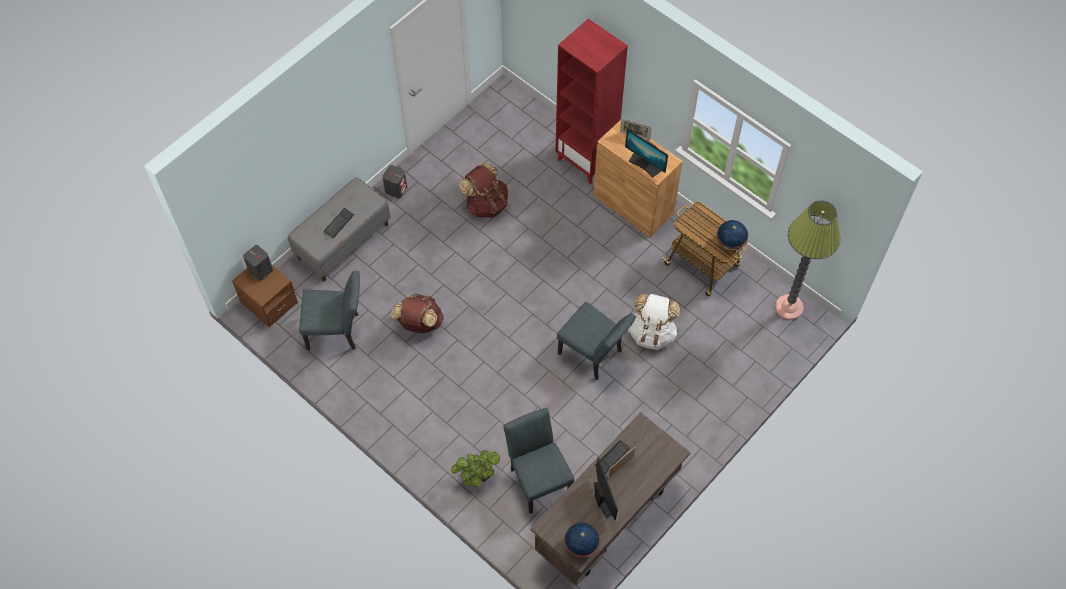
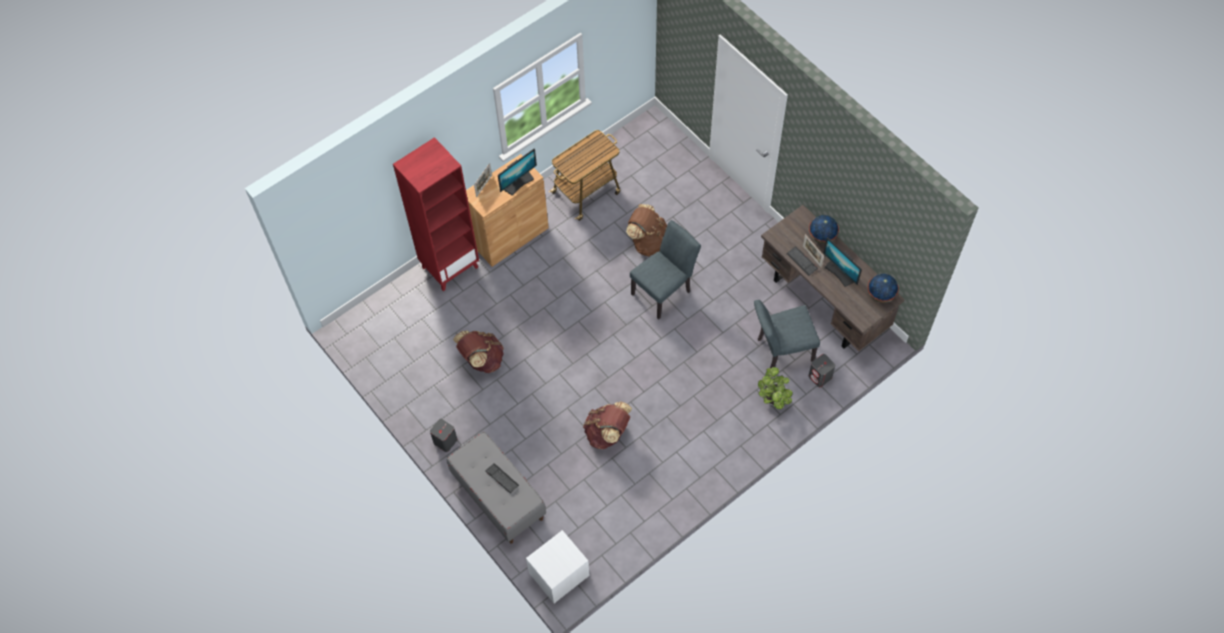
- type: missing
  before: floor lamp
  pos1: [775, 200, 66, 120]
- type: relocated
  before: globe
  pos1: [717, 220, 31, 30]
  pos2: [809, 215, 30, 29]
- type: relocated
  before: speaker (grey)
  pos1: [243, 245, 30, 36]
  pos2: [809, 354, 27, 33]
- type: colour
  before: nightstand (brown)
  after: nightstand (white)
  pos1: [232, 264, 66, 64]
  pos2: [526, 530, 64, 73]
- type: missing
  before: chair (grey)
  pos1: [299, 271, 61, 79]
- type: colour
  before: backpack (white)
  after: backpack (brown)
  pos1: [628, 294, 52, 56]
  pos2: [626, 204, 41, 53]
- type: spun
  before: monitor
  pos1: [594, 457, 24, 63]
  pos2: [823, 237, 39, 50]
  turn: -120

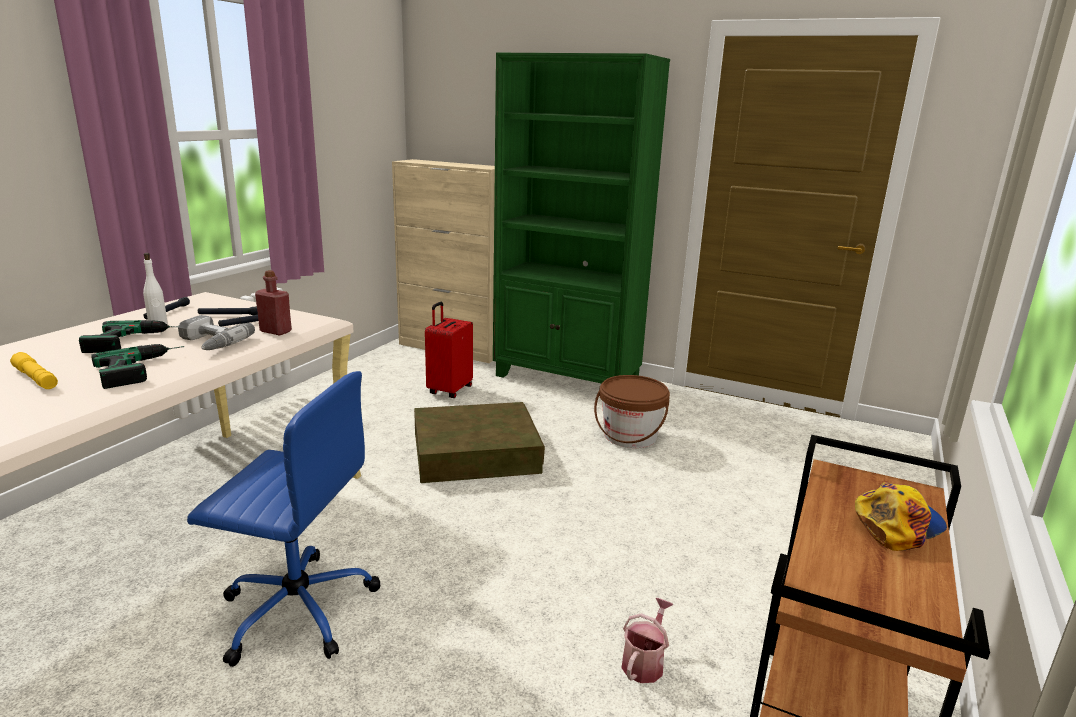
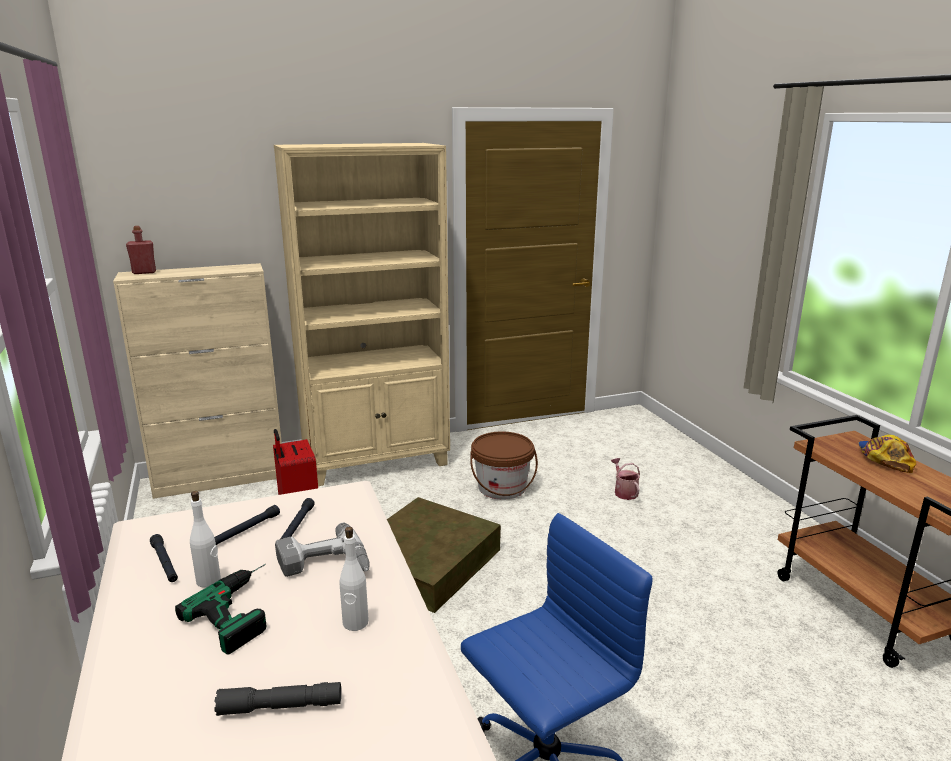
- type: colour
  before: bookcase (green)
  after: bookcase (beige)
  pos1: [493, 53, 177, 331]
  pos2: [274, 143, 176, 343]
- type: relocated
  before: bottle (red)
  pos1: [255, 270, 37, 65]
  pos2: [126, 226, 30, 48]
- type: exchanged
  before: power drill
  after: bottle (white)
  pos1: [91, 344, 94, 45]
  pos2: [339, 527, 30, 104]
- type: colour
  before: flashlight (yellow)
  after: flashlight (grey)
  pos1: [10, 352, 48, 37]
  pos2: [214, 682, 127, 34]
- type: relocated
  before: watering can
  pos1: [622, 598, 51, 85]
  pos2: [611, 458, 29, 42]

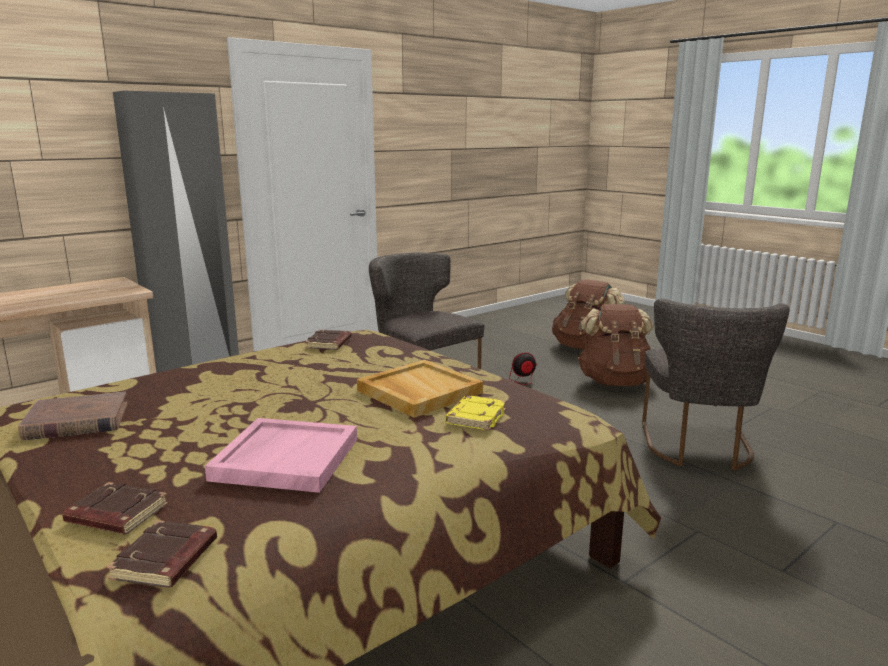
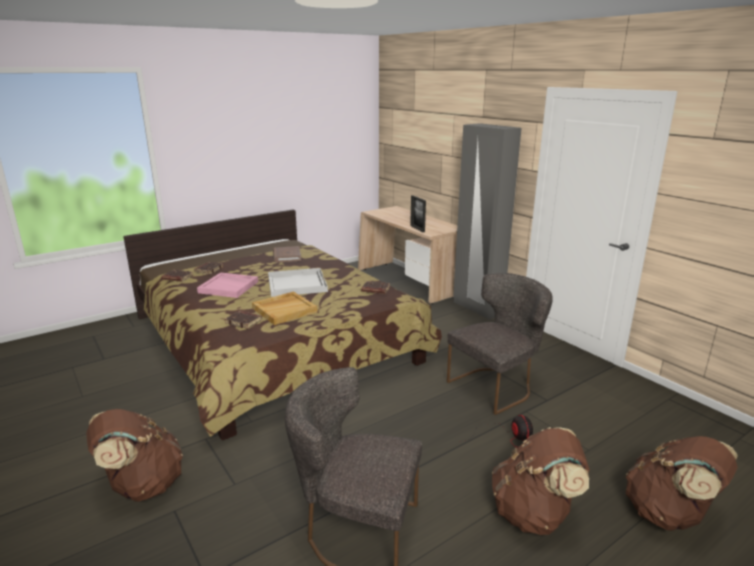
- type: colour
  before: book (yellow)
  after: book (brown)
  pos1: [445, 395, 61, 36]
  pos2: [225, 311, 37, 18]
- type: appeared
  after: picture frame
  pos2: [410, 195, 16, 37]
- type: appeared
  after: tray (white)
  pos2: [268, 268, 60, 29]
- type: appeared
  after: backpack (brown)
  pos2: [86, 409, 97, 93]

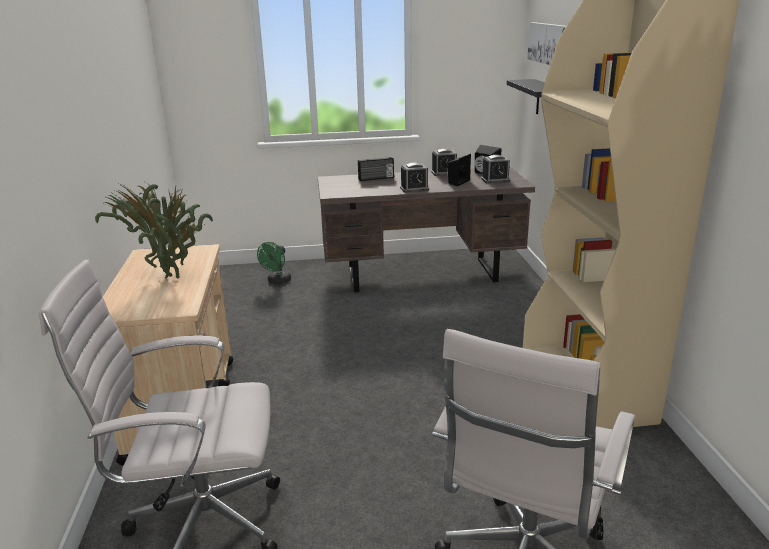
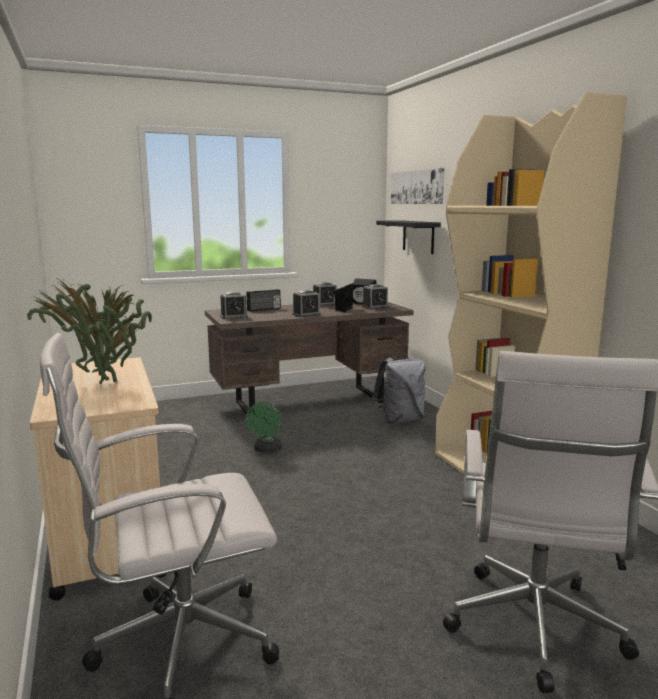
- type: relocated
  before: fan (green)
  pos1: [257, 242, 34, 42]
  pos2: [246, 402, 36, 51]
- type: appeared
  after: alarm clock
  pos2: [220, 292, 28, 27]
- type: appeared
  after: backpack (grey)
  pos2: [373, 355, 53, 69]

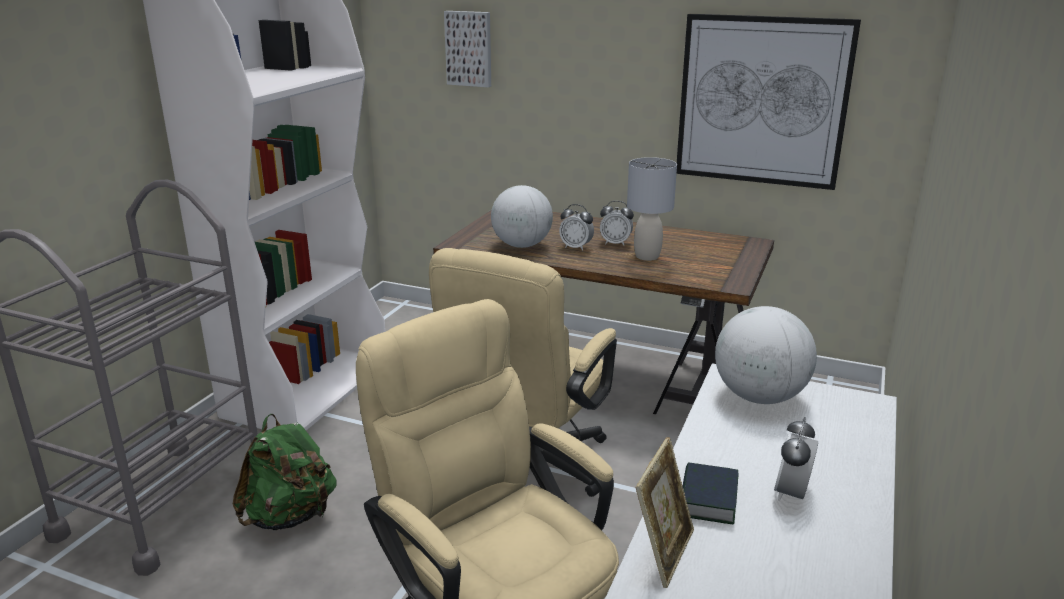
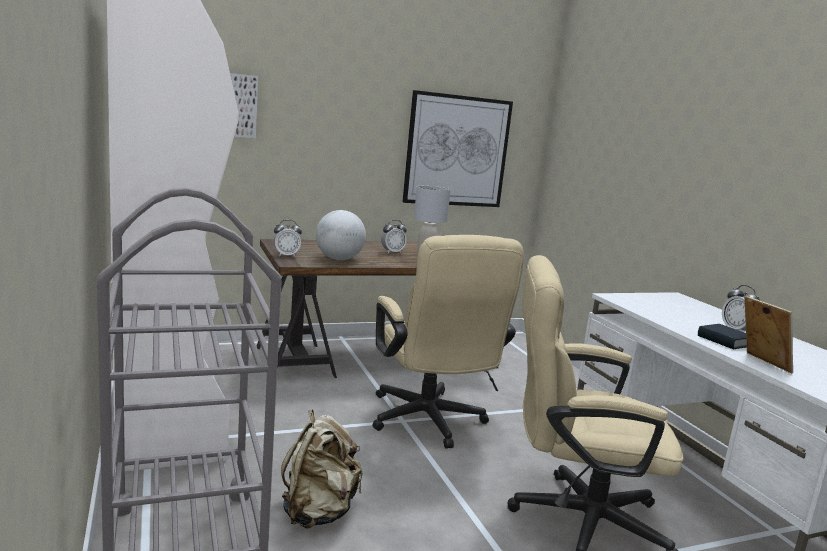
- type: relocated
  before: alarm clock
  pos1: [559, 204, 35, 47]
  pos2: [274, 220, 28, 37]
- type: missing
  before: globe
  pos1: [715, 306, 102, 98]
- type: colour
  before: backpack (green)
  after: backpack (beige)
  pos1: [233, 414, 104, 116]
  pos2: [281, 409, 82, 119]

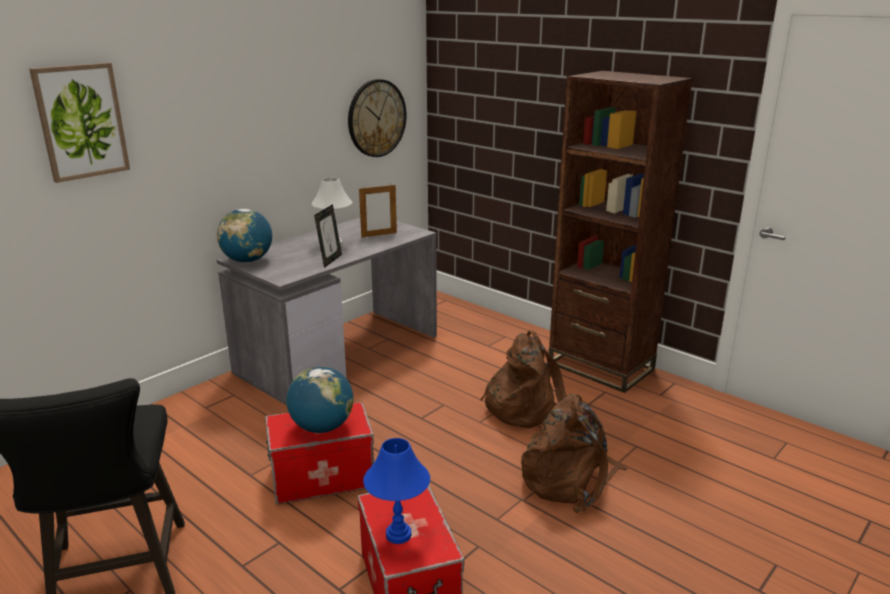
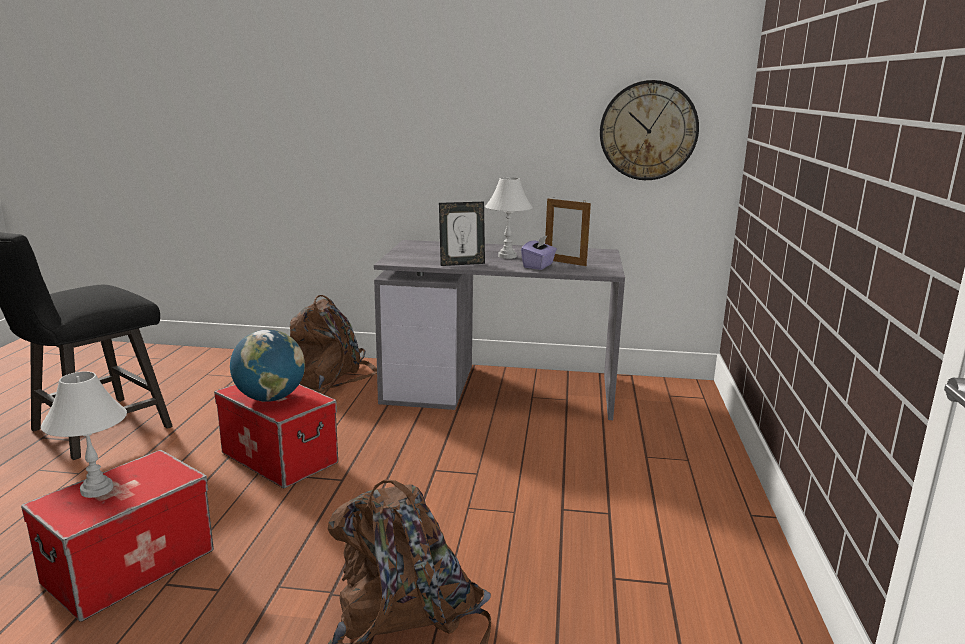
- type: missing
  before: picture
  pos1: [29, 63, 101, 120]
- type: missing
  before: bookcase (brown)
  pos1: [548, 71, 145, 322]
- type: missing
  before: globe
  pos1: [217, 209, 55, 54]
- type: relocated
  before: backpack (brown)
  pos1: [480, 330, 86, 98]
  pos2: [290, 295, 87, 98]
- type: colour
  before: table lamp (blue)
  after: table lamp (white)
  pos1: [363, 438, 67, 106]
  pos2: [41, 371, 86, 127]
- type: appeared
  after: tissue box (purple)
  pos2: [521, 236, 36, 34]

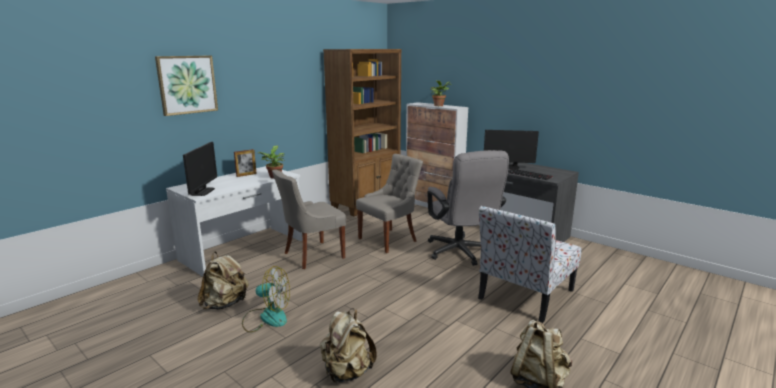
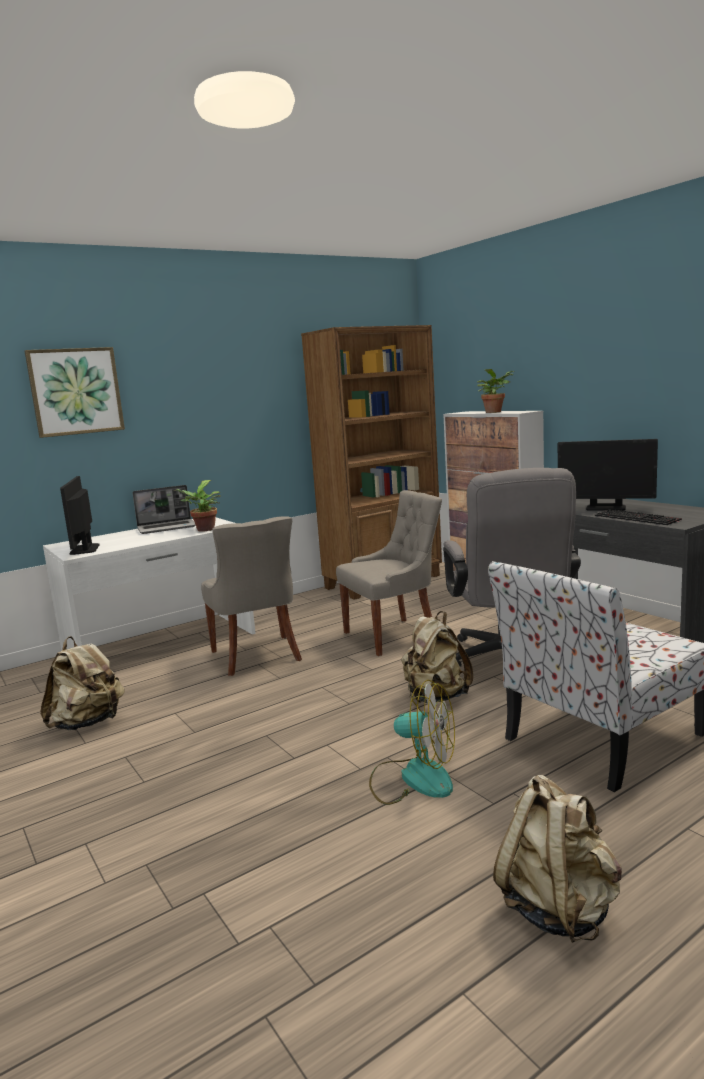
- type: spun
  before: monitor
  pos1: [183, 142, 34, 54]
  pos2: [60, 476, 40, 79]
  turn: 150
- type: exchanged
  before: picture frame
  after: laptop
  pos1: [234, 149, 23, 28]
  pos2: [132, 485, 64, 49]
- type: spun
  before: chair (grey)
  pos1: [272, 170, 74, 99]
  pos2: [201, 516, 101, 160]
  turn: -90
- type: relocated
  before: fan
  pos1: [242, 266, 48, 67]
  pos2: [369, 679, 86, 126]
- type: relocated
  before: backpack (beige)
  pos1: [320, 309, 57, 74]
  pos2: [401, 611, 72, 92]

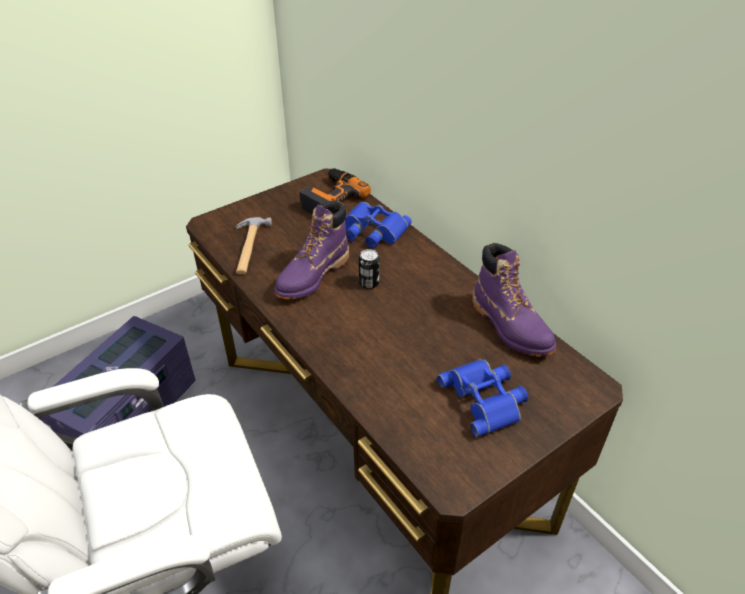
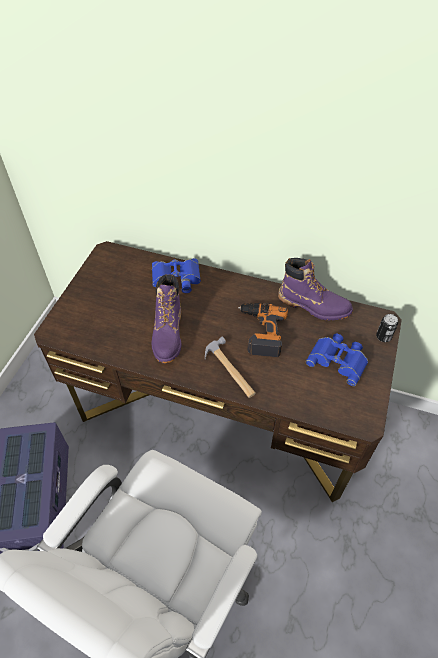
- type: relocated
  before: power drill
  pos1: [299, 168, 72, 47]
  pos2: [238, 303, 50, 54]
- type: relocated
  before: hammer
  pos1: [236, 217, 36, 57]
  pos2: [205, 337, 51, 61]
- type: relocated
  before: can
  pos1: [359, 249, 21, 40]
  pos2: [376, 314, 22, 28]

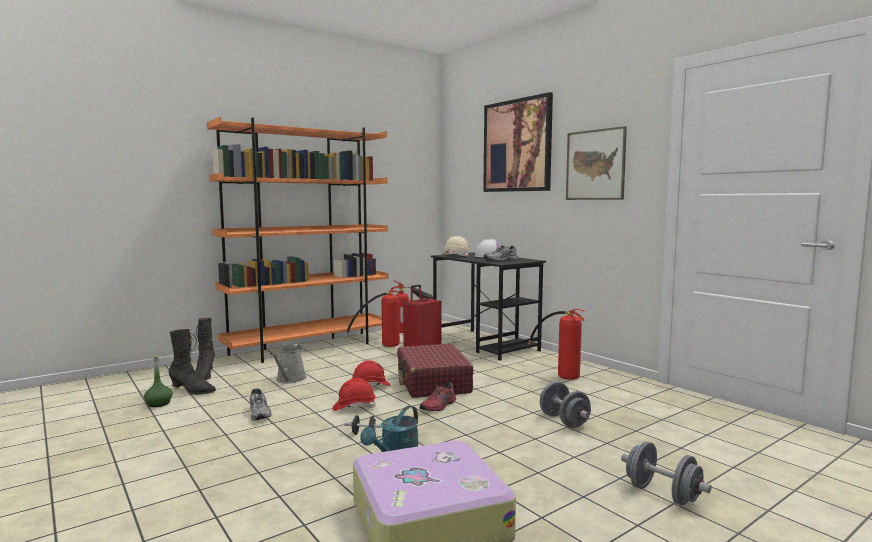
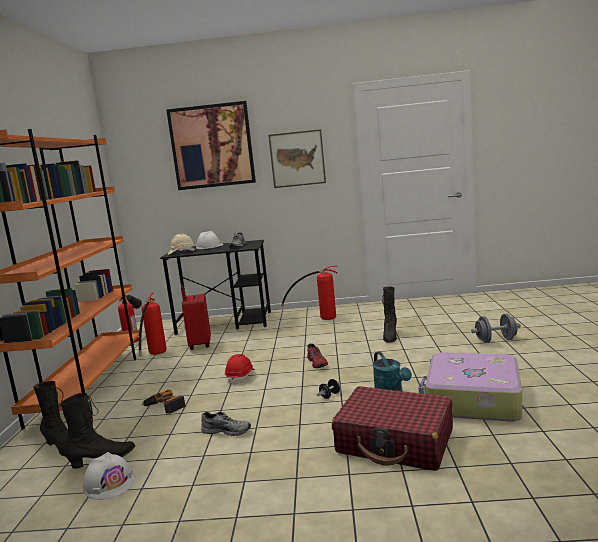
- type: relocated
  before: suitcase (red)
  pos1: [397, 343, 76, 55]
  pos2: [332, 386, 121, 85]
- type: exchanged
  before: watering can (grey)
  after: power drill
  pos1: [270, 344, 37, 40]
  pos2: [142, 389, 43, 25]
- type: exchanged
  before: bottle (green)
  after: hard hat (white)
  pos1: [144, 356, 29, 51]
  pos2: [83, 452, 52, 48]
- type: missing
  before: hard hat (red)
  pos1: [333, 378, 43, 33]
- type: exchanged
  before: dumbbell (grey)
  after: boot (black)
  pos1: [540, 382, 51, 46]
  pos2: [382, 286, 15, 57]

